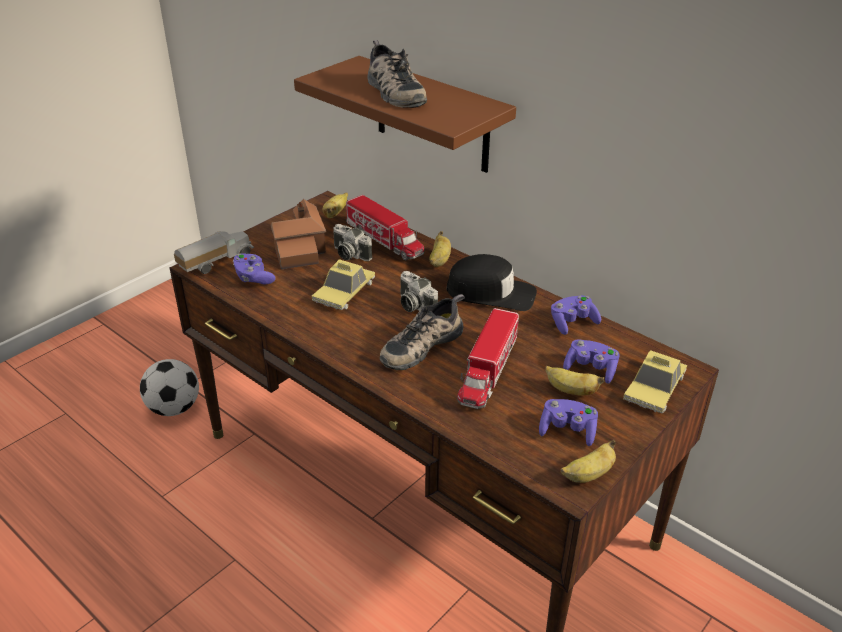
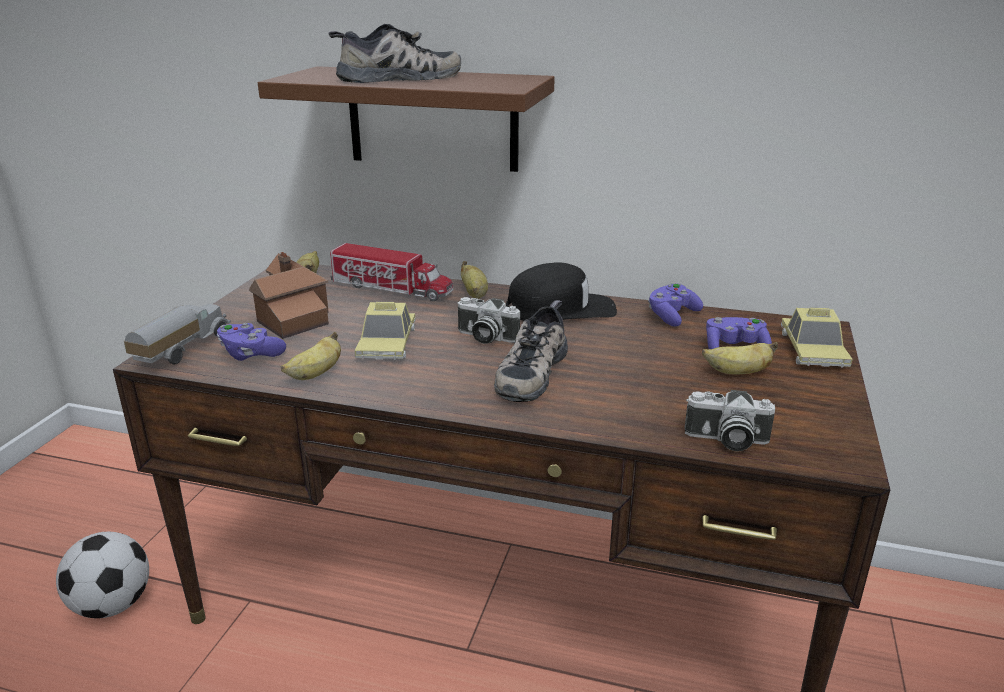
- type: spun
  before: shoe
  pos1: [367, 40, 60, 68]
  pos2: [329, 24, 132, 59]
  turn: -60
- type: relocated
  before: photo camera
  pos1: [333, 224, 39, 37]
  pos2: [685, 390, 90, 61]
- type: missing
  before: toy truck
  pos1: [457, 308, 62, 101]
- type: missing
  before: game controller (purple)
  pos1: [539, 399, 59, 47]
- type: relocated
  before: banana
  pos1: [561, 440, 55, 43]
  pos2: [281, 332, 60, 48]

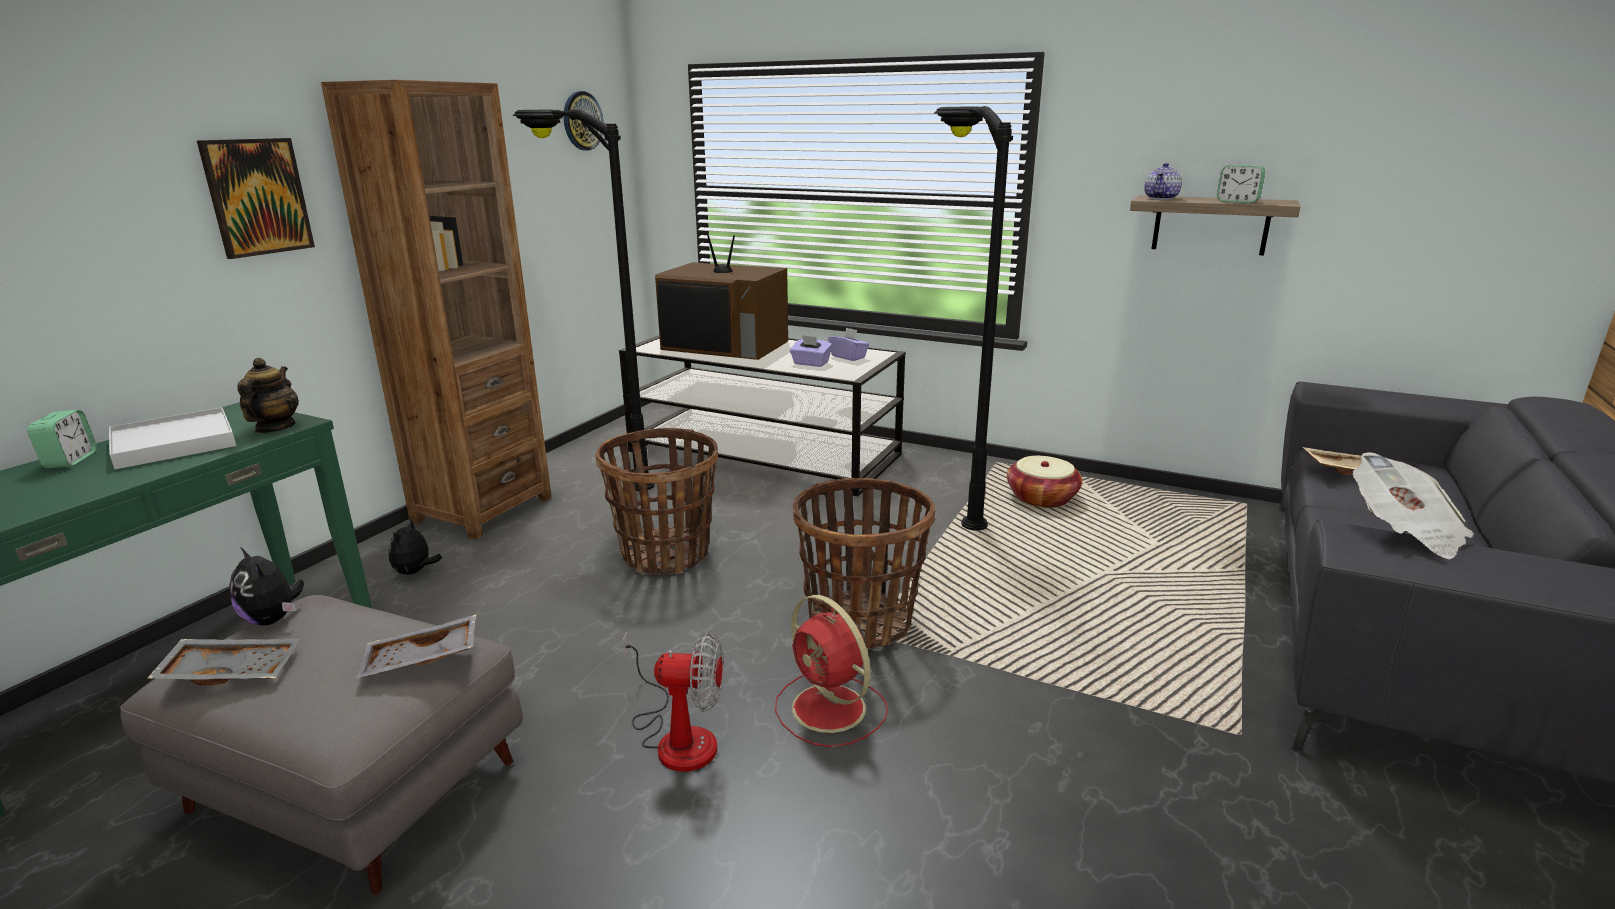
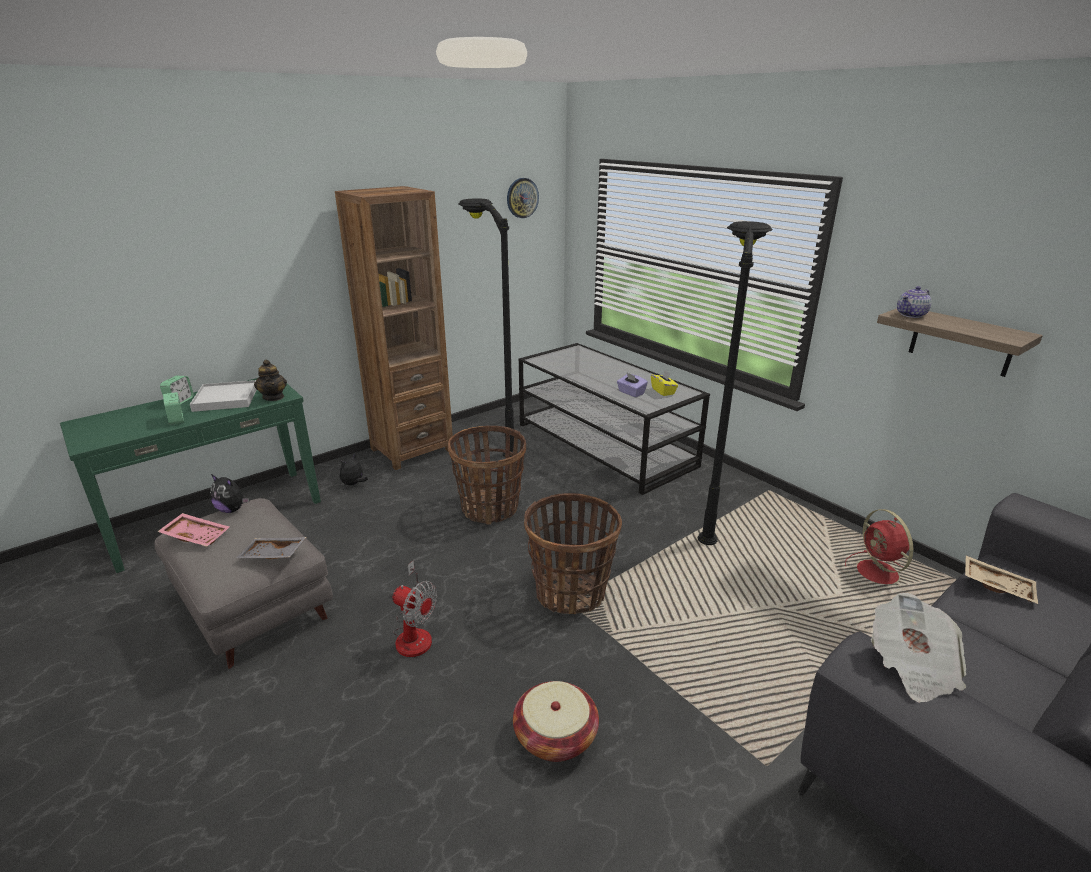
- type: missing
  before: picture
  pos1: [197, 138, 118, 121]
- type: relocated
  before: alarm clock
  pos1: [1217, 165, 48, 38]
  pos2: [163, 392, 21, 33]
- type: missing
  before: television
  pos1: [655, 234, 133, 126]
- type: colour
  before: tissue box (purple)
  after: tissue box (yellow)
  pos1: [828, 327, 41, 34]
  pos2: [651, 370, 27, 26]
- type: spun
  before: teapot
  pos1: [238, 358, 61, 75]
  pos2: [254, 360, 33, 41]
  turn: 135
- type: relocated
  before: basket
  pos1: [1007, 456, 75, 52]
  pos2: [513, 681, 86, 81]
- type: spun
  before: plush toy
  pos1: [229, 547, 75, 78]
  pos2: [210, 474, 39, 39]
  turn: -45
- type: relocated
  before: fan (red)
  pos1: [775, 595, 113, 152]
  pos2: [845, 509, 68, 75]
- type: colour
  before: tray (grey)
  after: tray (pink)
  pos1: [147, 639, 153, 46]
  pos2: [157, 513, 72, 34]

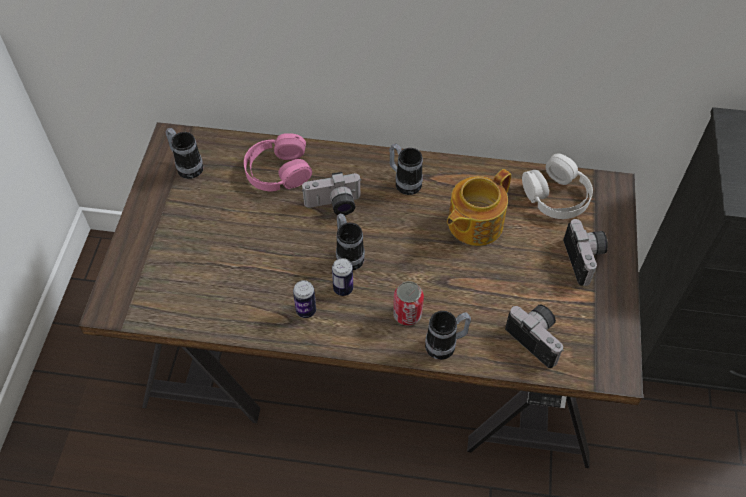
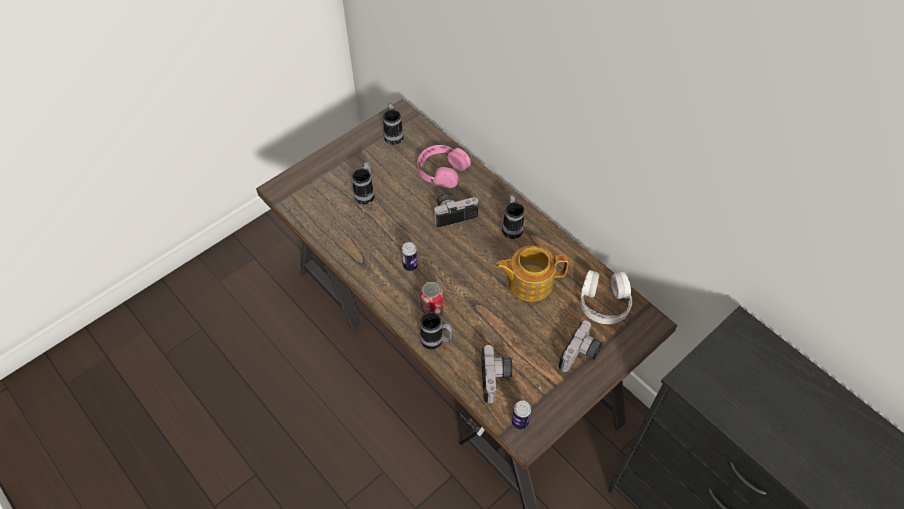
- type: spun
  before: photo camera
  pos1: [302, 172, 60, 43]
  pos2: [433, 193, 45, 35]
  turn: 135
- type: relocated
  before: mug
  pos1: [336, 214, 29, 56]
  pos2: [352, 162, 23, 43]
- type: relocated
  before: can
  pos1: [293, 280, 23, 38]
  pos2: [512, 400, 20, 30]

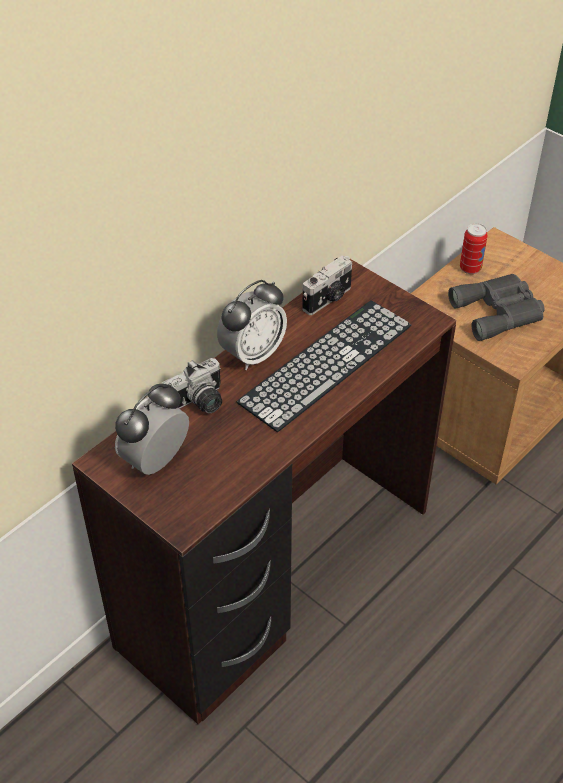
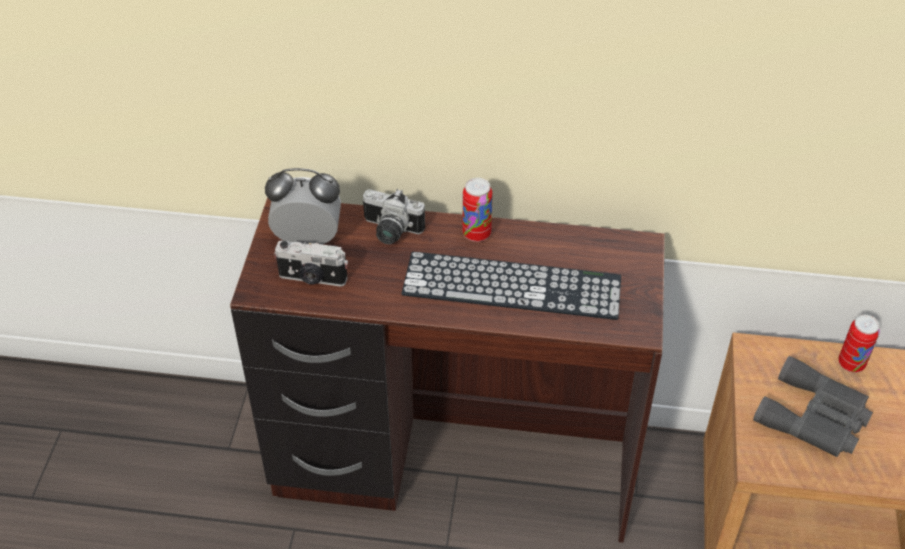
- type: relocated
  before: photo camera
  pos1: [302, 255, 50, 60]
  pos2: [274, 241, 74, 46]
- type: exchanged
  before: alarm clock
  after: can
  pos1: [217, 280, 70, 90]
  pos2: [462, 178, 31, 64]

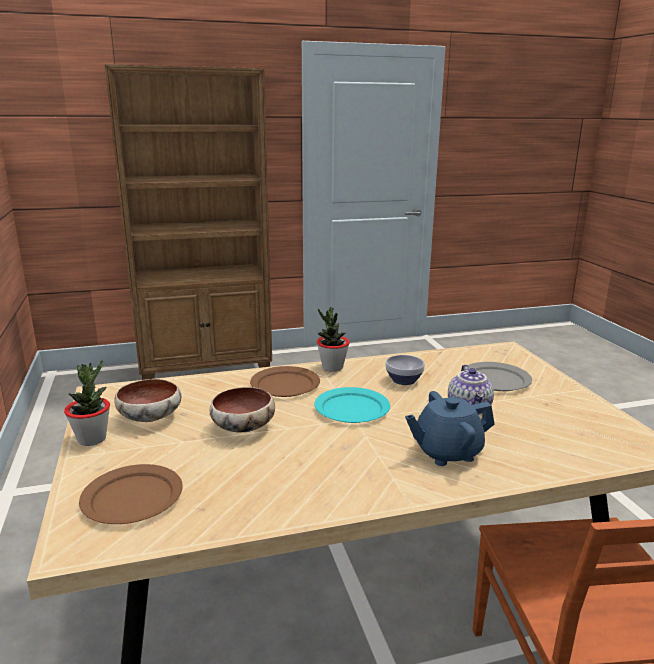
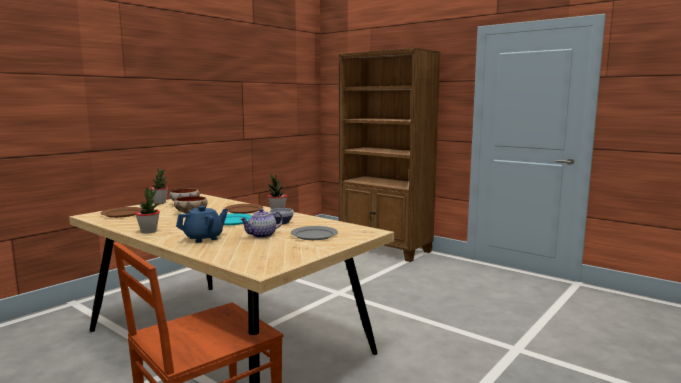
- type: spun
  before: teapot (blue)
  pos1: [405, 391, 90, 75]
  pos2: [176, 206, 52, 37]
  turn: 105
- type: appeared
  after: potted plant
  pos2: [135, 187, 25, 47]

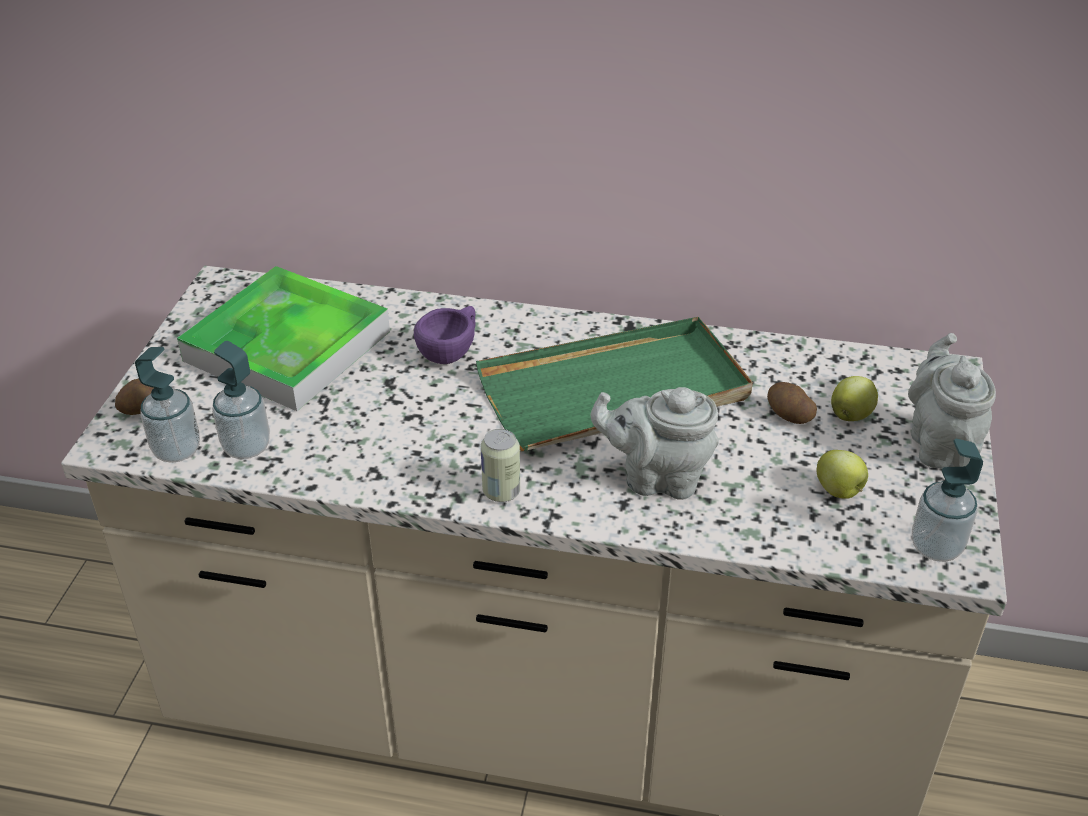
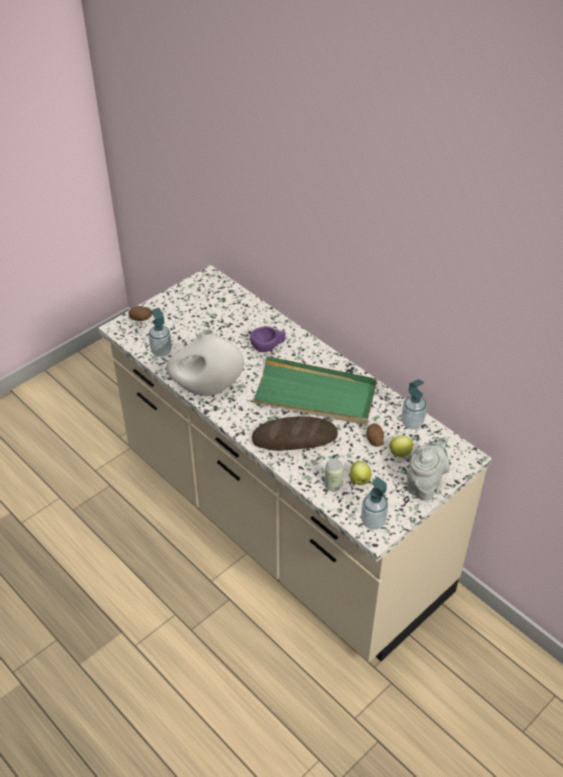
- type: missing
  before: tray
  pos1: [177, 266, 213, 145]
- type: relocated
  before: soap dispenser
  pos1: [135, 347, 65, 116]
  pos2: [401, 379, 26, 50]
- type: exchanged
  before: teapot (grey)
  after: bread
  pos1: [591, 387, 128, 113]
  pos2: [252, 416, 86, 35]
- type: relocated
  before: can
  pos1: [481, 429, 39, 73]
  pos2: [325, 459, 18, 33]
- type: appeared
  after: vase (white)
  pos2: [166, 329, 78, 67]

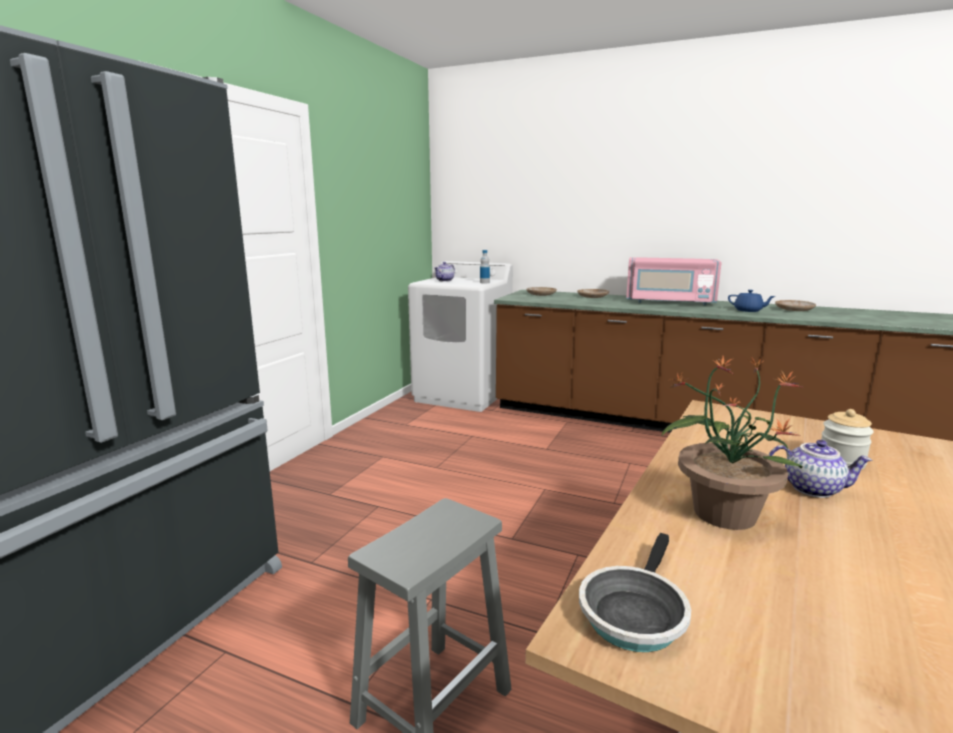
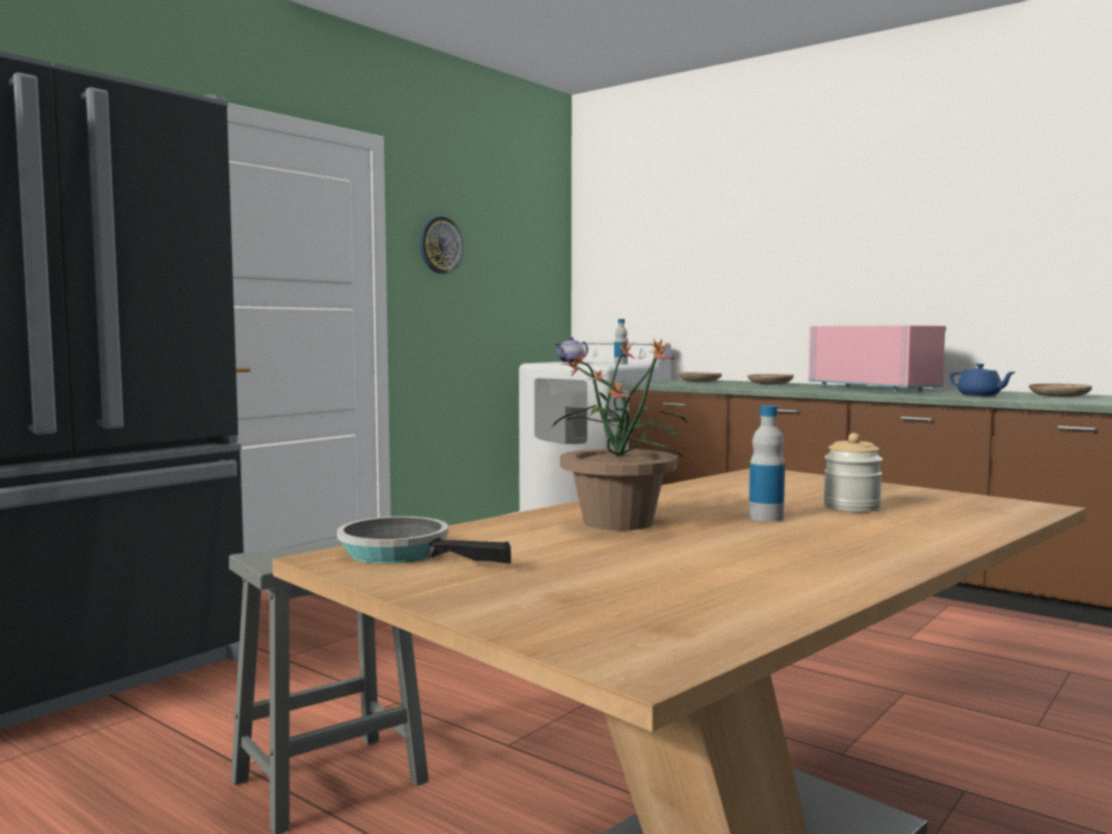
- type: spun
  before: microwave (pink)
  pos1: [626, 257, 96, 48]
  pos2: [808, 325, 138, 67]
  turn: -150
- type: exchanged
  before: teapot
  after: bottle
  pos1: [768, 440, 105, 58]
  pos2: [749, 405, 36, 117]
- type: spun
  before: frying pan
  pos1: [579, 533, 112, 119]
  pos2: [337, 516, 174, 48]
  turn: 75
- type: appeared
  after: wall clock
  pos2: [420, 216, 43, 58]

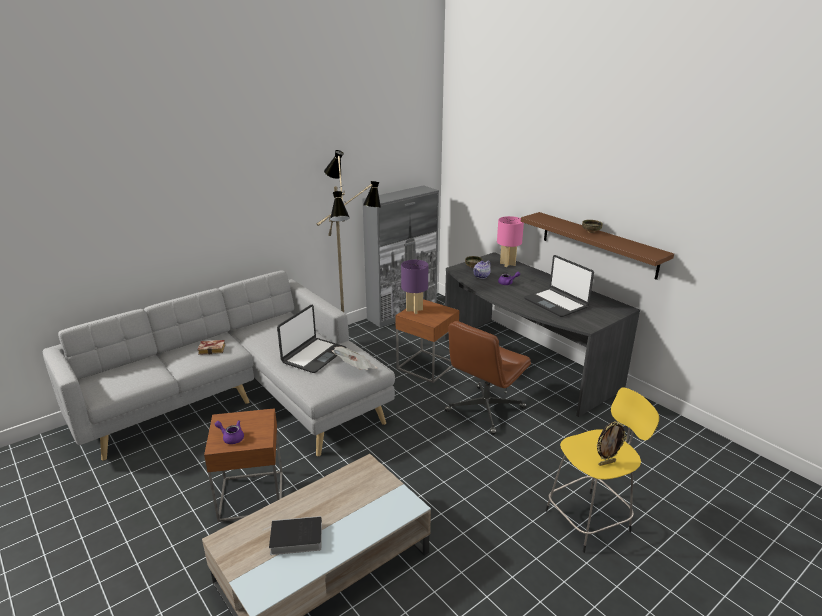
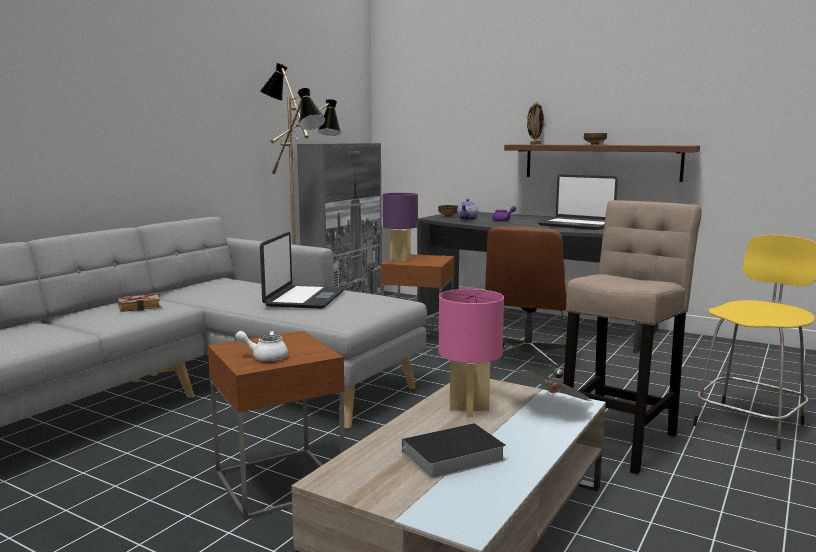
- type: relocated
  before: table lamp (pink)
  pos1: [497, 216, 27, 51]
  pos2: [439, 289, 65, 129]
- type: relocated
  before: newspaper
  pos1: [332, 347, 46, 23]
  pos2: [511, 369, 82, 32]
- type: colour
  before: teapot (purple)
  after: teapot (white)
  pos1: [215, 421, 29, 23]
  pos2: [235, 331, 53, 30]
- type: relocated
  before: picture frame
  pos1: [596, 422, 31, 44]
  pos2: [527, 102, 18, 42]
- type: appeared
  after: stool (beige)
  pos2: [563, 200, 139, 274]

